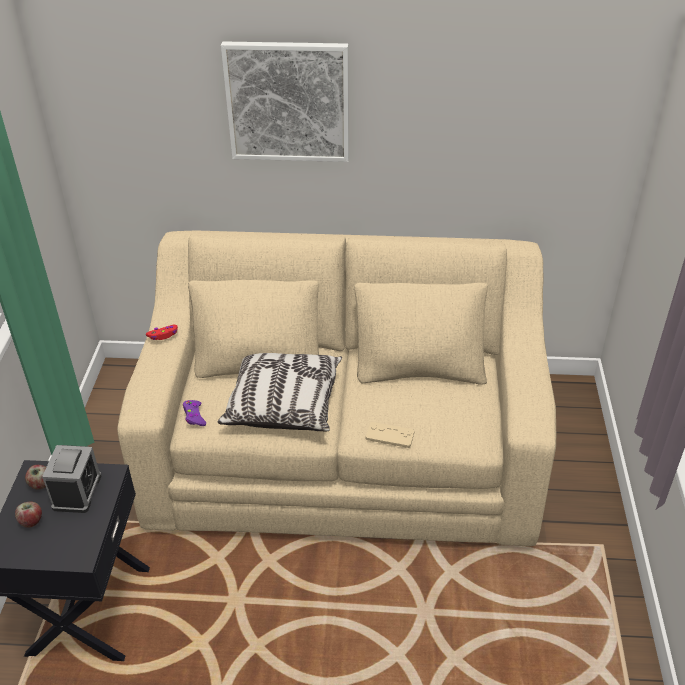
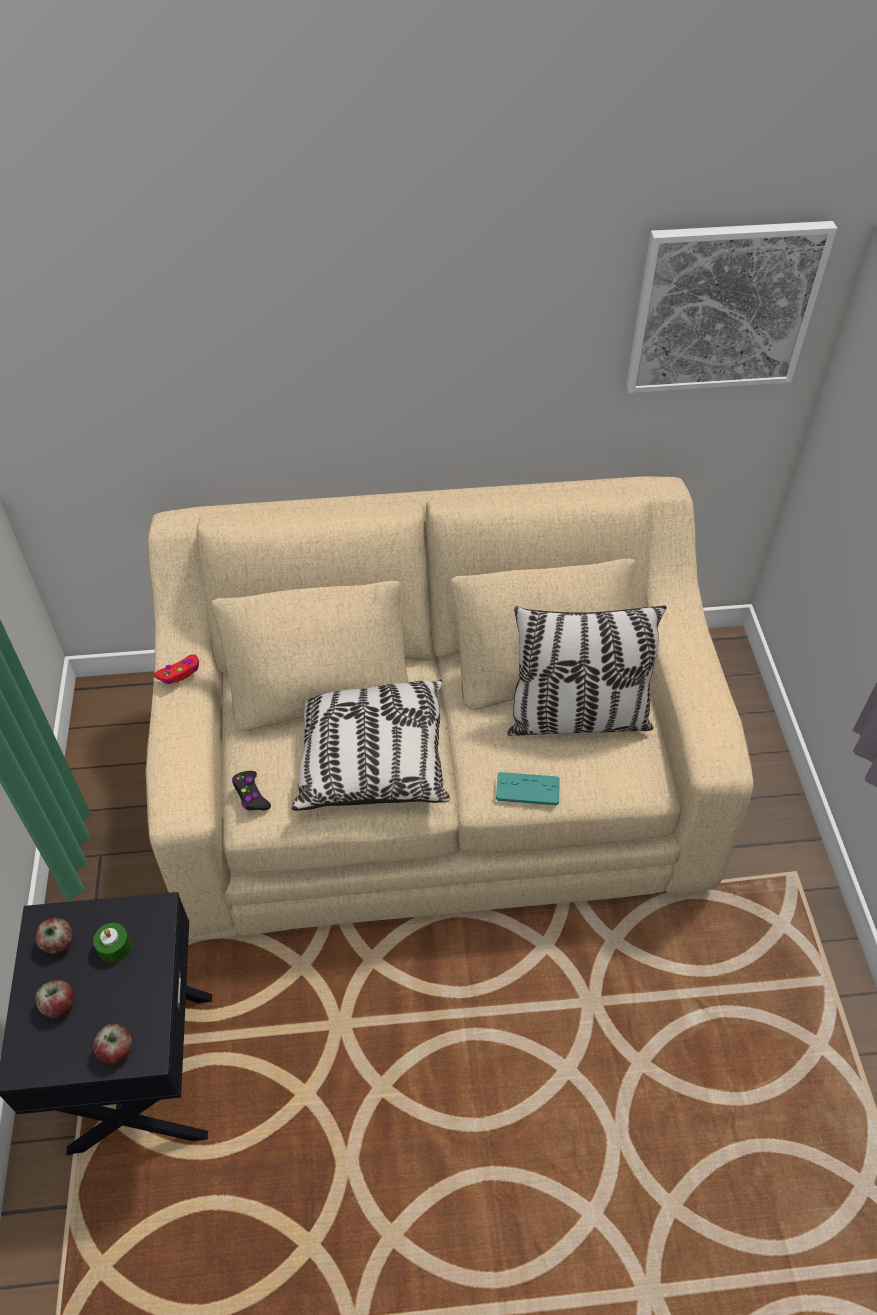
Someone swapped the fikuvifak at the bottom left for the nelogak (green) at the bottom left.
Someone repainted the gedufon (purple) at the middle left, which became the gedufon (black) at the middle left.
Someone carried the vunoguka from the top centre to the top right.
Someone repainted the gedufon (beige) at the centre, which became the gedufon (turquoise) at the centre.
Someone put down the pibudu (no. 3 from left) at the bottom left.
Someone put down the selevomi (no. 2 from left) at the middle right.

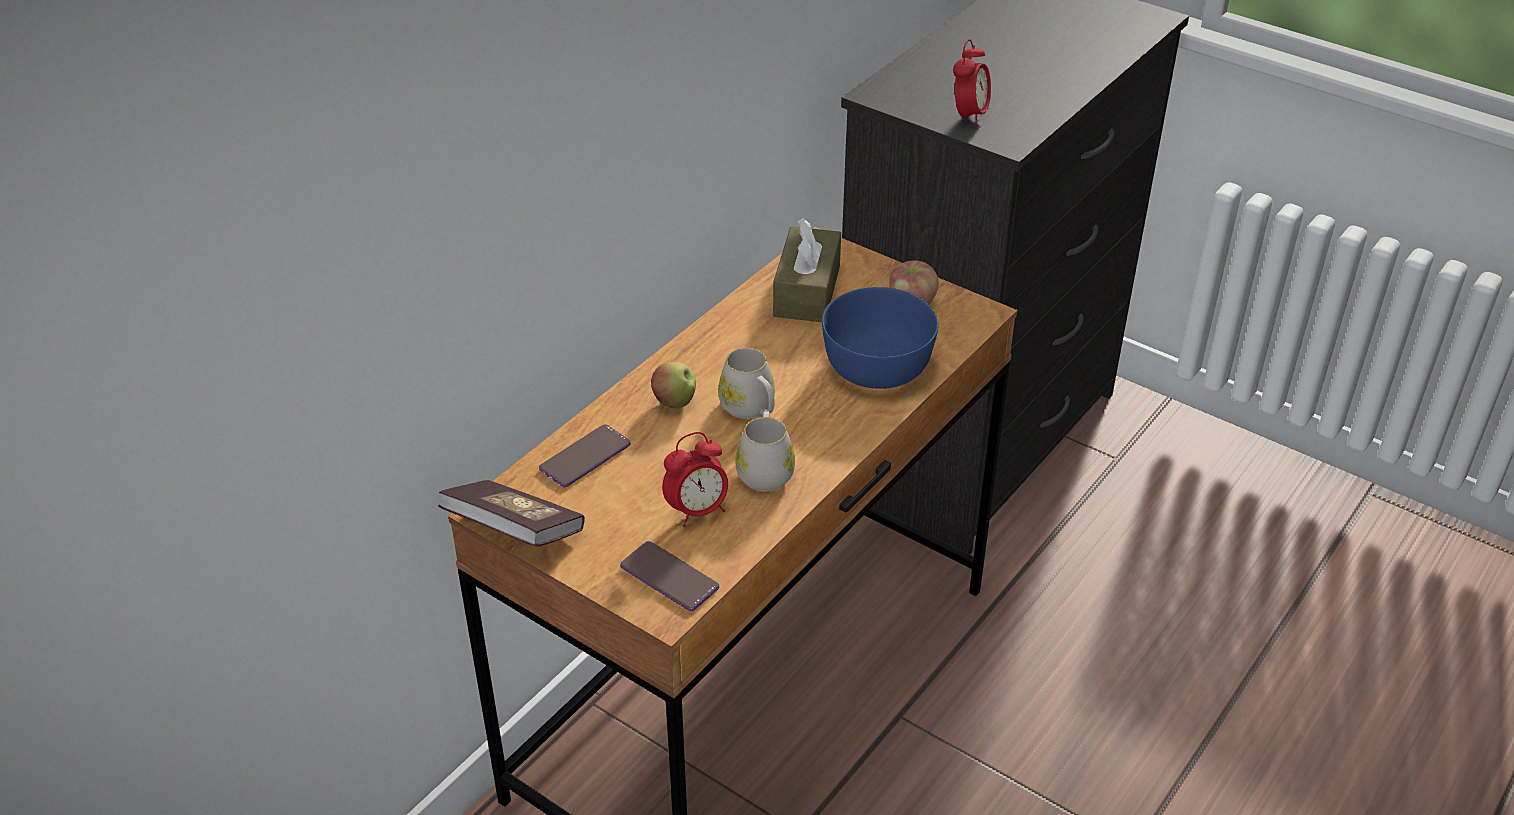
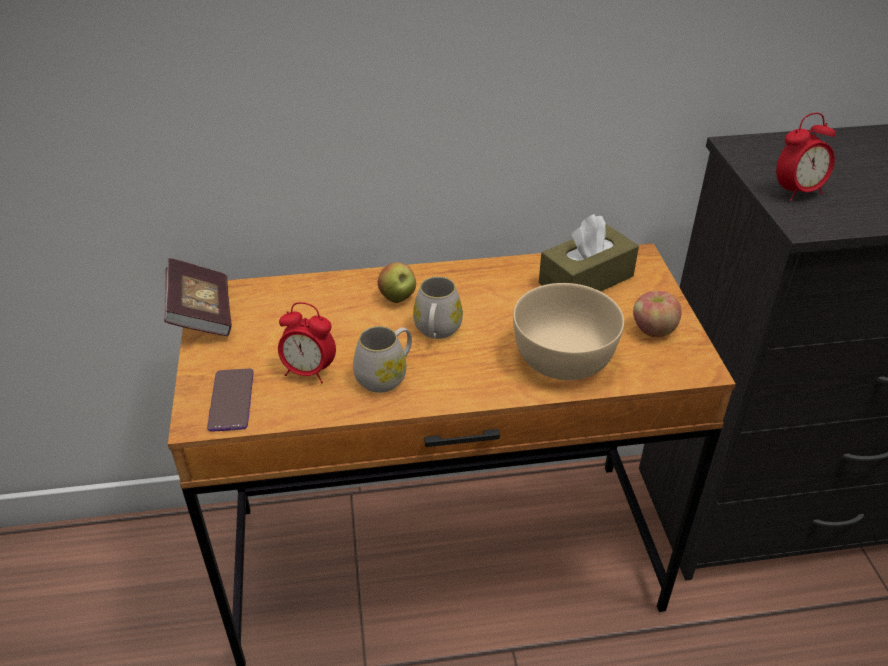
Someone took away the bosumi (no. 1 from left) at the centre.
Someone repainted the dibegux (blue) at the centre, which became the dibegux (beige) at the centre.

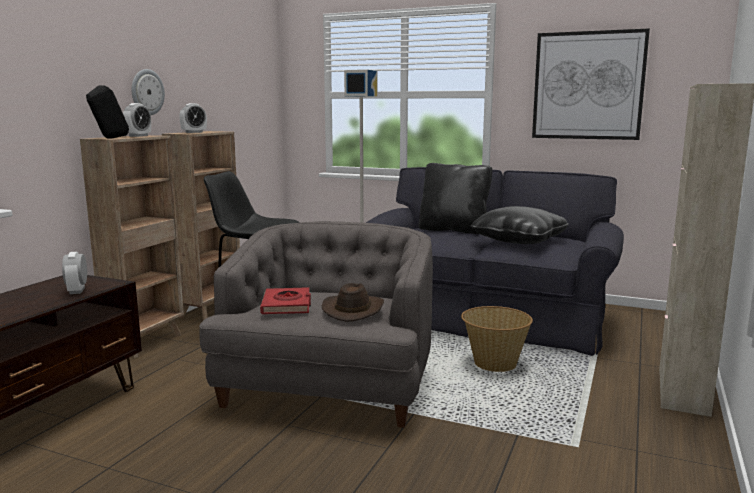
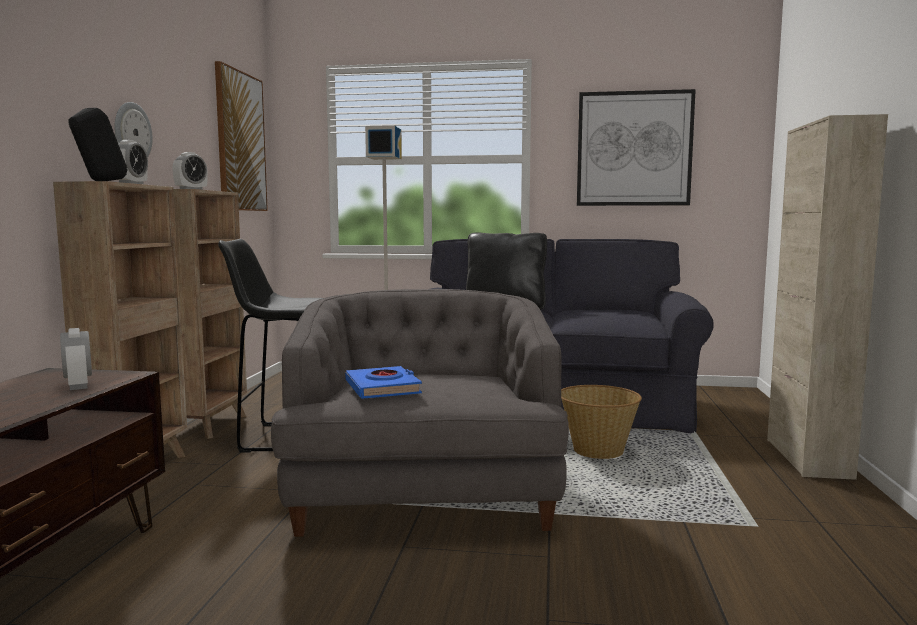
Someone repainted the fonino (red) at the centre, which became the fonino (blue) at the centre.
Someone took away the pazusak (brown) at the centre.
Someone took away the selevomi (black) (no. 2 from left) at the middle right.
Someone put up the vunoguka (no. 1 from left) at the top left.

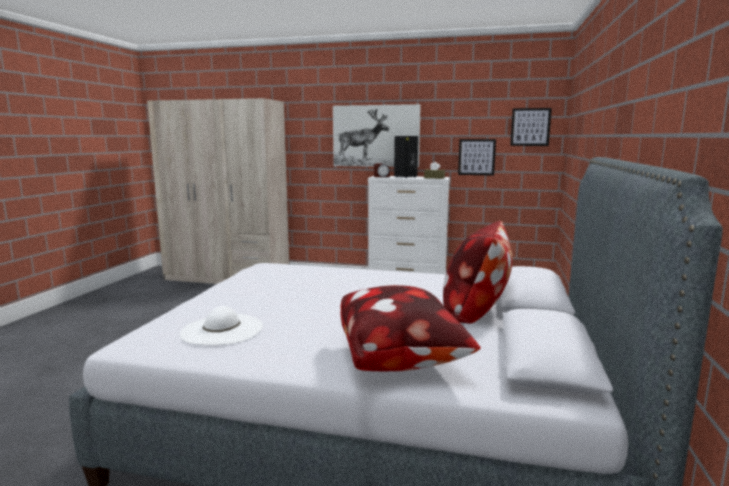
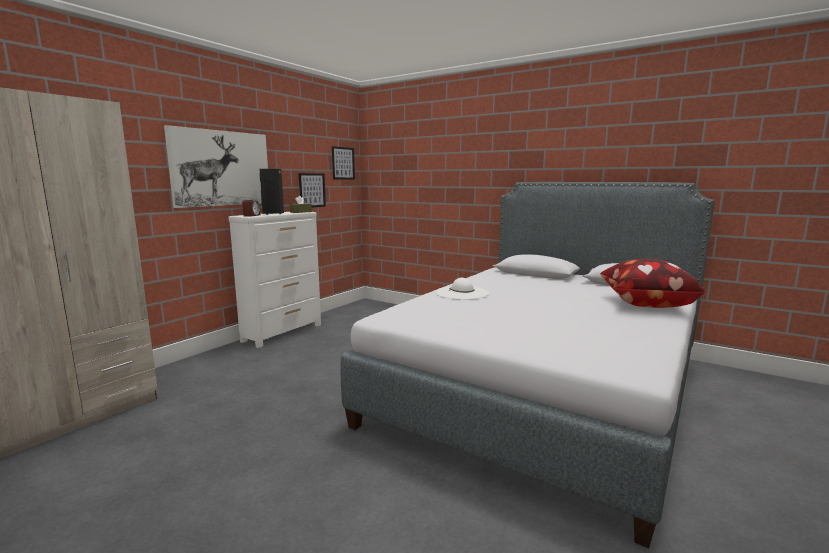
Someone carried the pazusak (white) from the bottom left to the centre.
Someone took away the selevomi (no. 2 from left) at the centre.

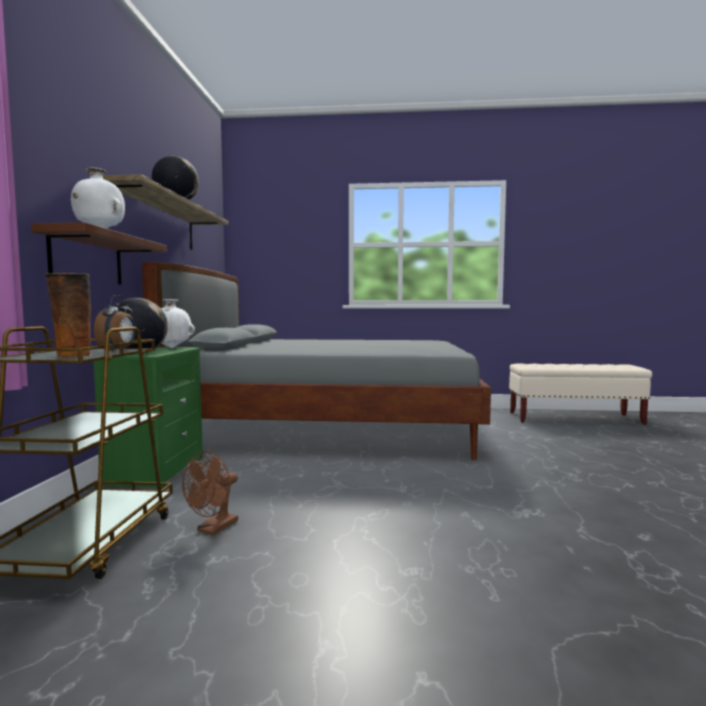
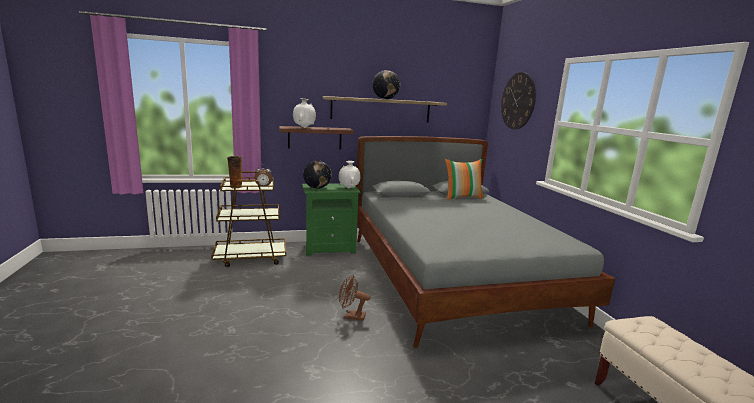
Someone carried the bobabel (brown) from the bottom left to the bottom centre.
Someone put down the selevomi at the centre.
Someone put up the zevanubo at the top right.

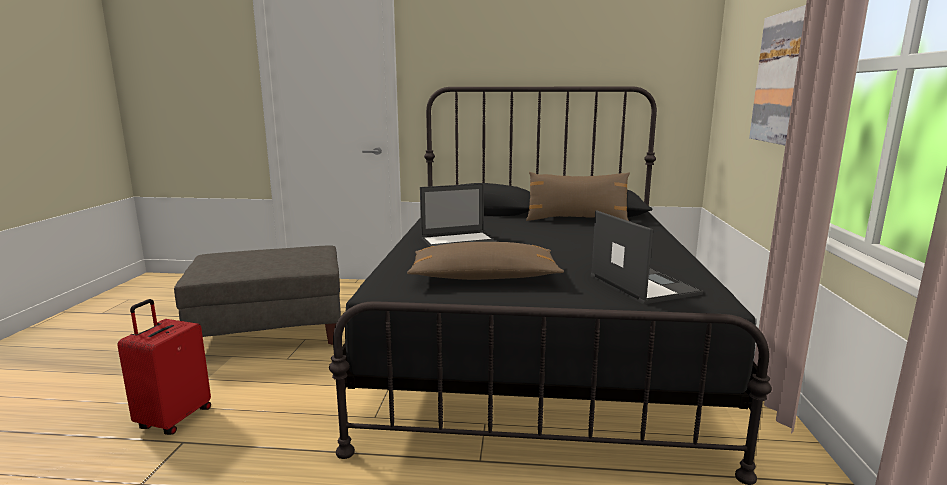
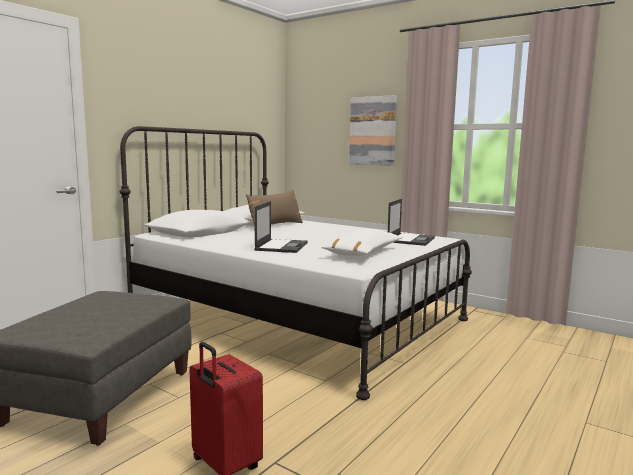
Someone repainted the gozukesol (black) at the centre, which became the gozukesol (white) at the centre.
Someone repainted the selevomi (brown) (no. 1 from left) at the centre, which became the selevomi (white) at the centre.
Someone rotated the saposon (no. 2 from left) at the middle right by 105 degrees clockwise.

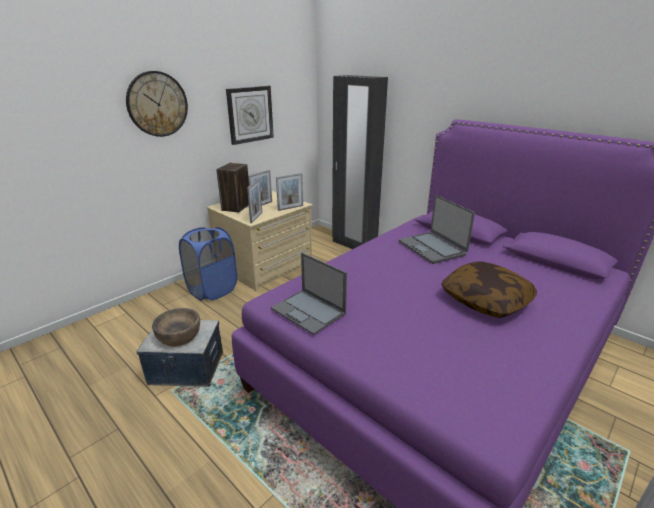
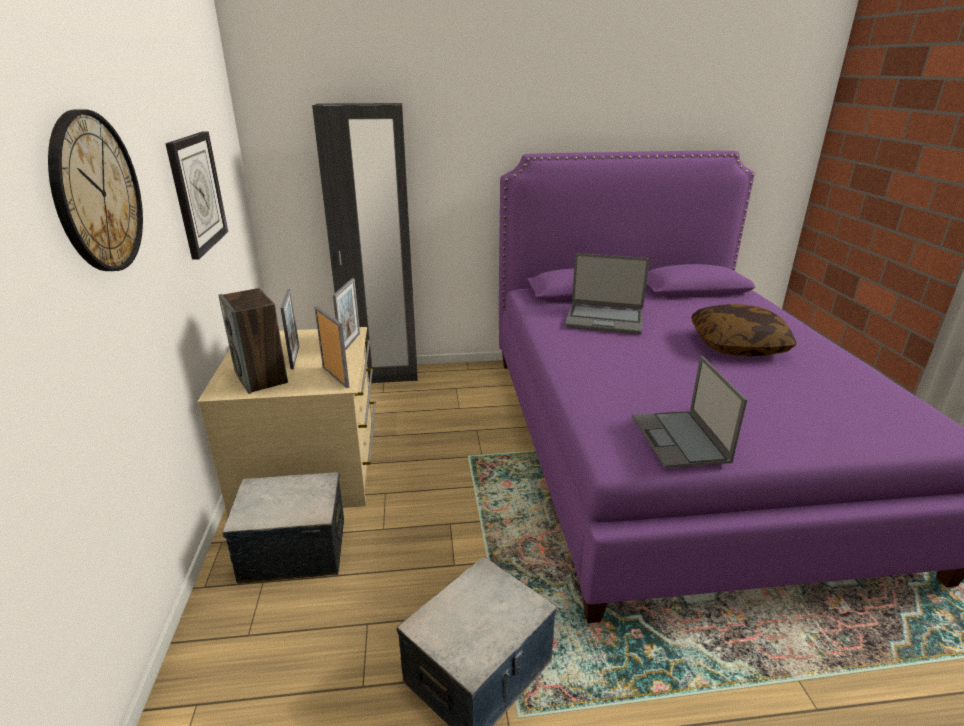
Someone took away the dibegux (brown) at the middle left.
Someone swapped the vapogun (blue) at the middle left for the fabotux (no. 1 from left) at the bottom left.
Someone rotated the saposon (no. 1 from left in the first image) at the centre by 90 degrees clockwise.

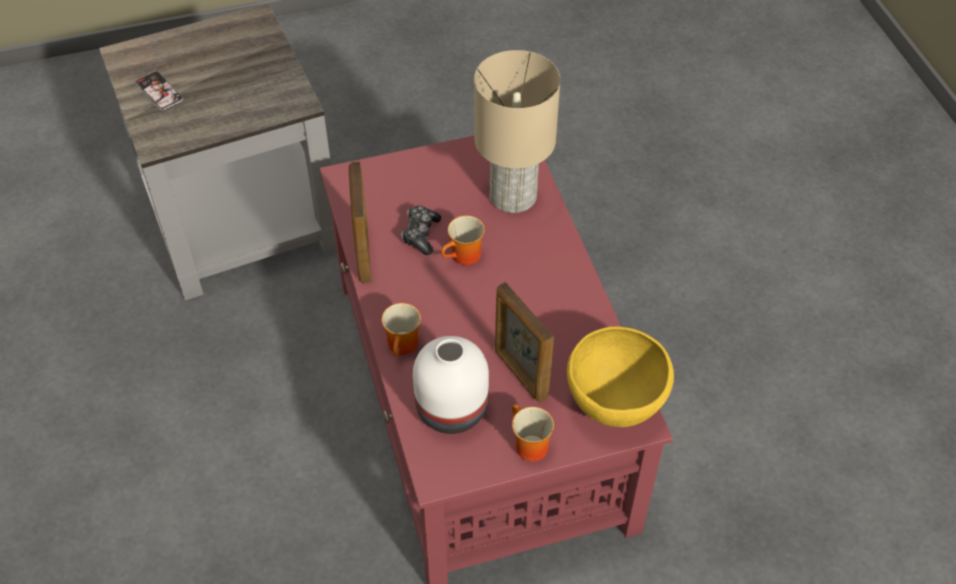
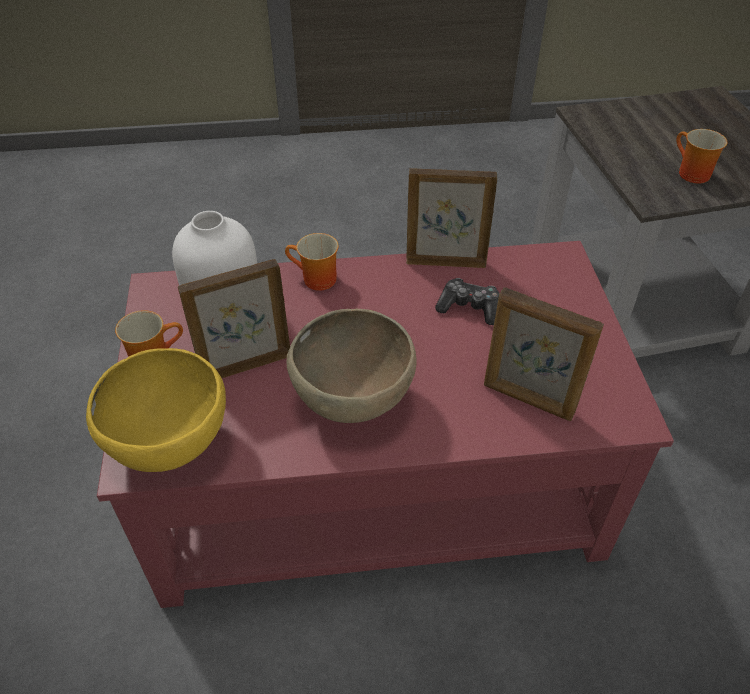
Someone took away the bosumi at the top left.
Someone carried the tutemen (no. 2 from left in the first image) from the centre to the top right.
Someone swapped the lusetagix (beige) at the top centre for the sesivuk (no. 3 from left) at the middle right.
Someone put down the dibegux (brown) at the centre.

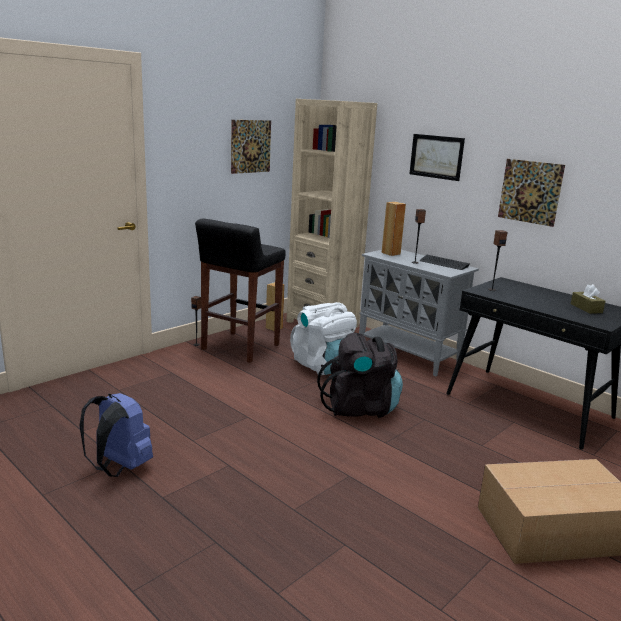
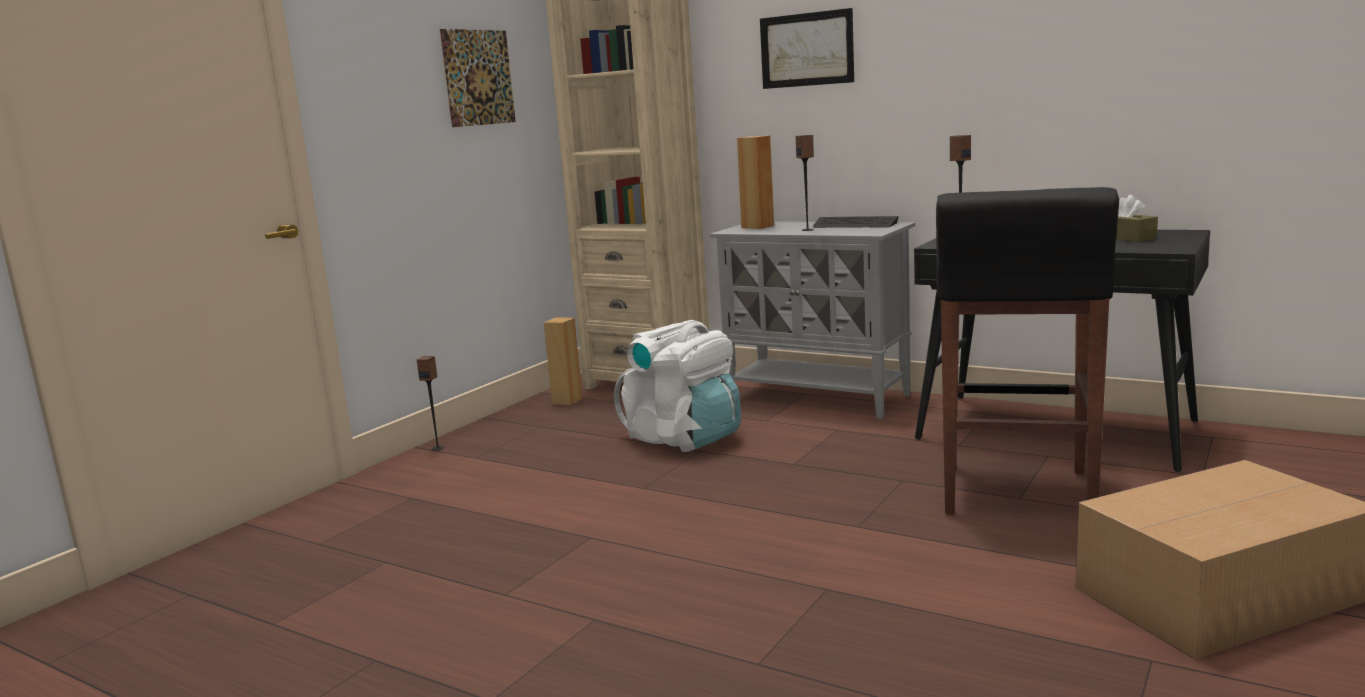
Someone took away the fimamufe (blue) at the bottom left.
Someone carried the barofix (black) from the centre to the middle right.
Someone took away the fimamufe (black) at the centre.
Someone took away the vunoguka (no. 3 from left) at the top right.

